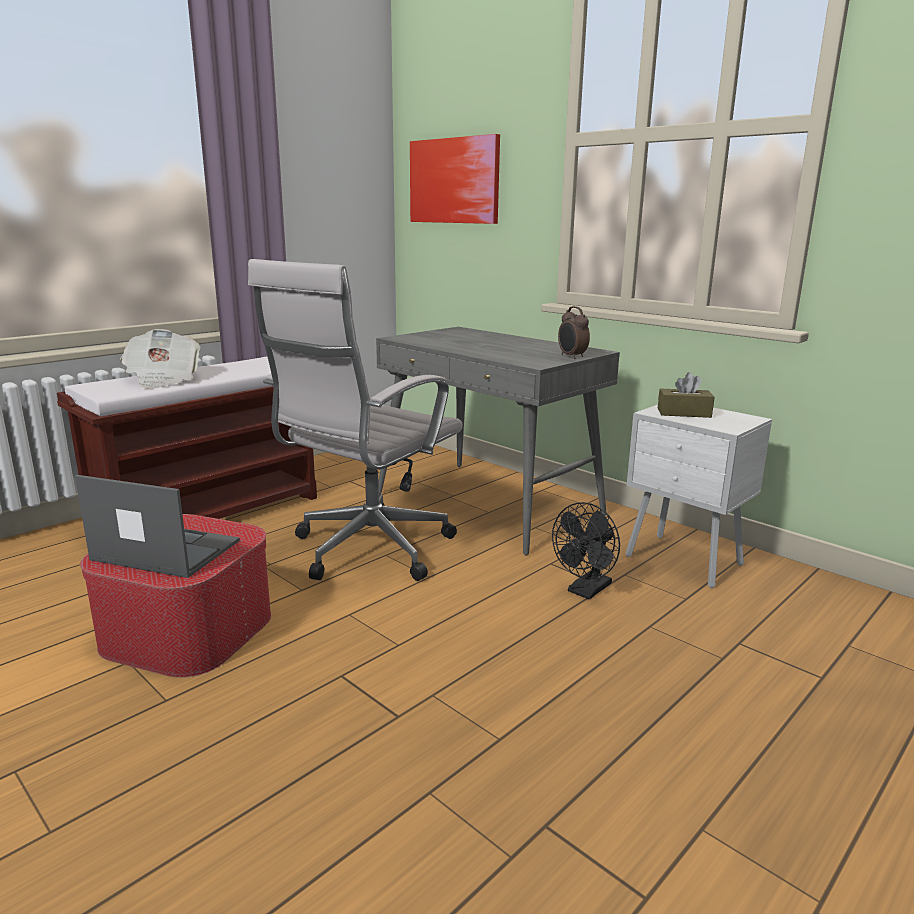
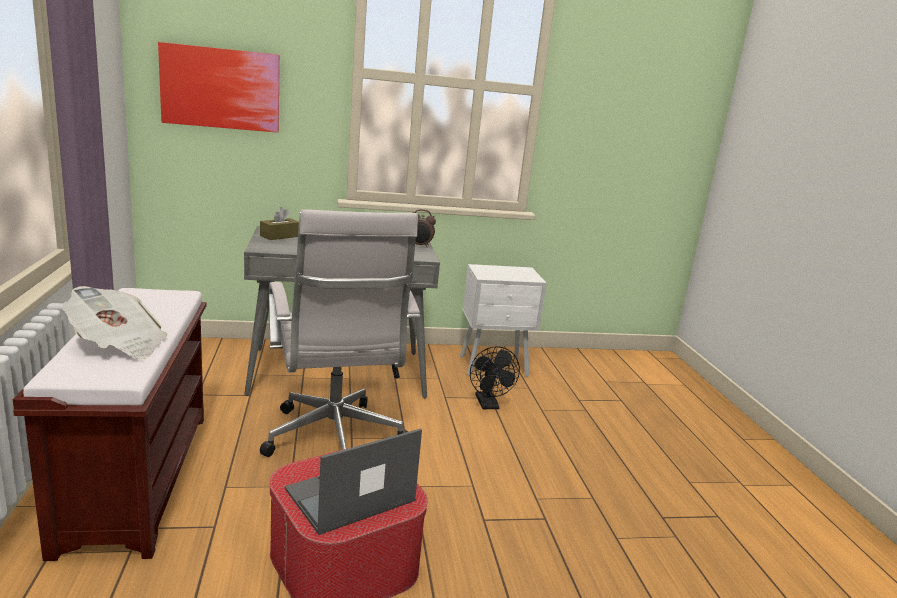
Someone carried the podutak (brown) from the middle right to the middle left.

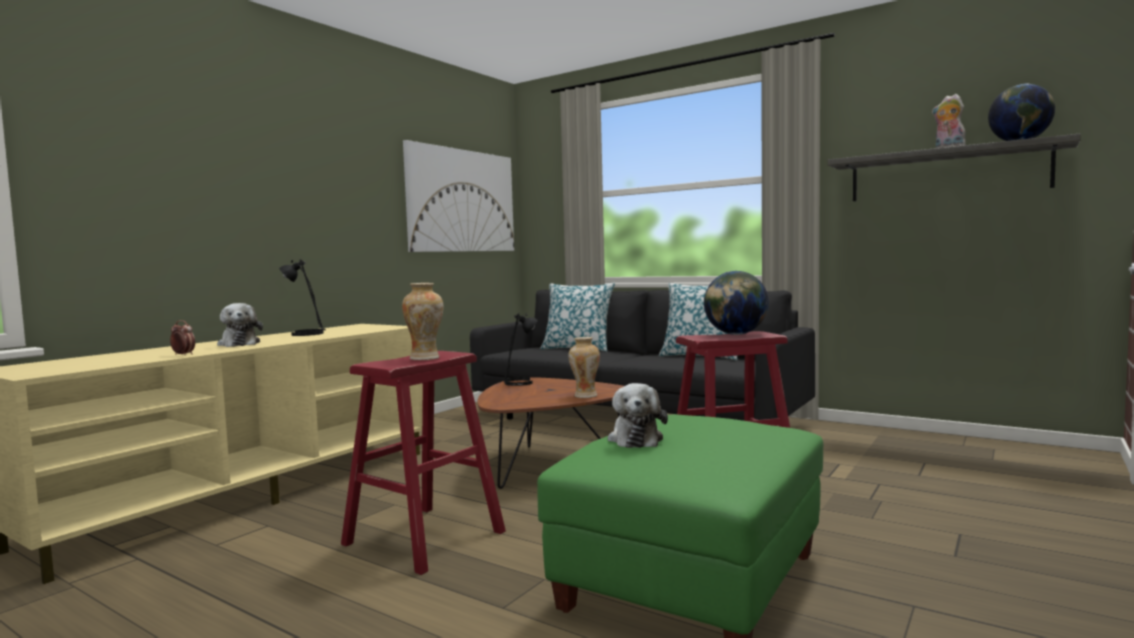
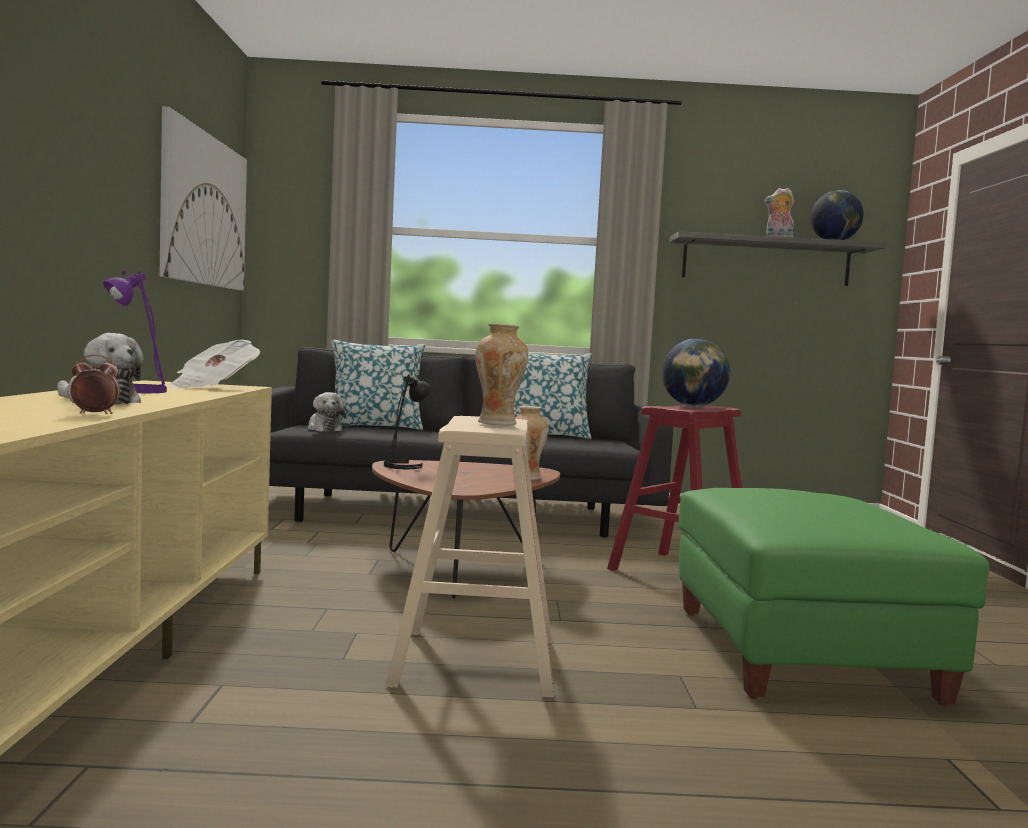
Someone repainted the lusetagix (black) (no. 1 from left) at the middle left, which became the lusetagix (purple) at the middle left.
Someone repainted the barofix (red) (no. 1 from left) at the bottom centre, which became the barofix (beige) at the bottom centre.
Someone carried the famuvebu (no. 2 from left) from the centre to the middle left.
Someone put down the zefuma at the middle left.

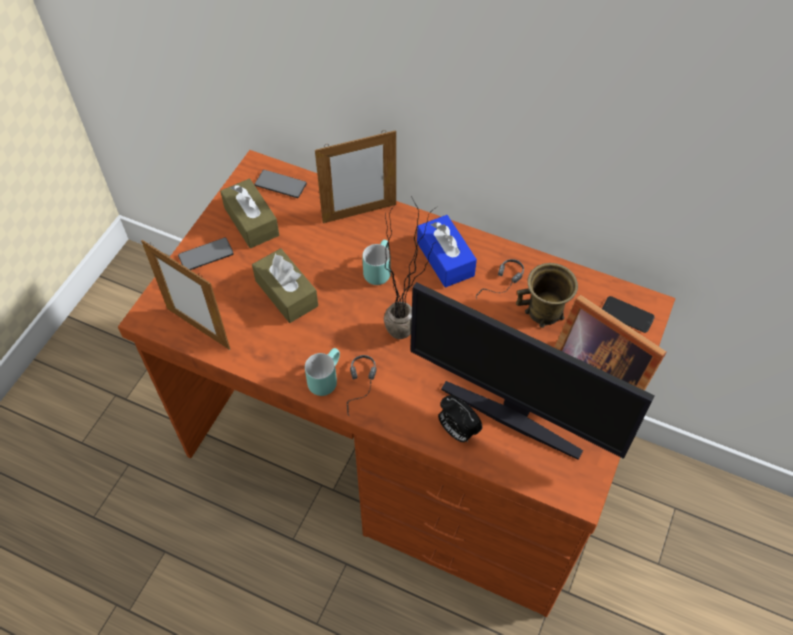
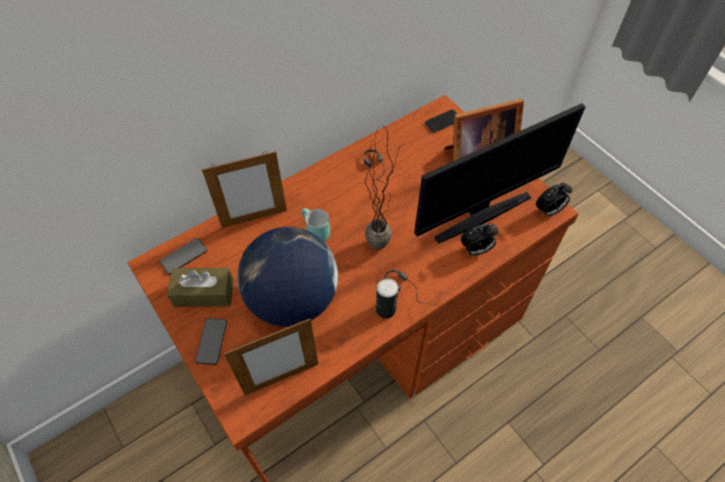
Someone swapped the podutak (brown) (no. 2 from left) at the centre for the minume at the centre.
Someone swapped the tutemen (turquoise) (no. 1 from left) at the centre for the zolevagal at the centre.
Someone rotated the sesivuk (no. 2 from left in the first image) at the top centre by 60 degrees clockwise.
Someone took away the podutak (blue) at the centre.
Someone took away the tutemen (brown) at the middle right.
Someone put down the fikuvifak (no. 2 from left) at the middle right.

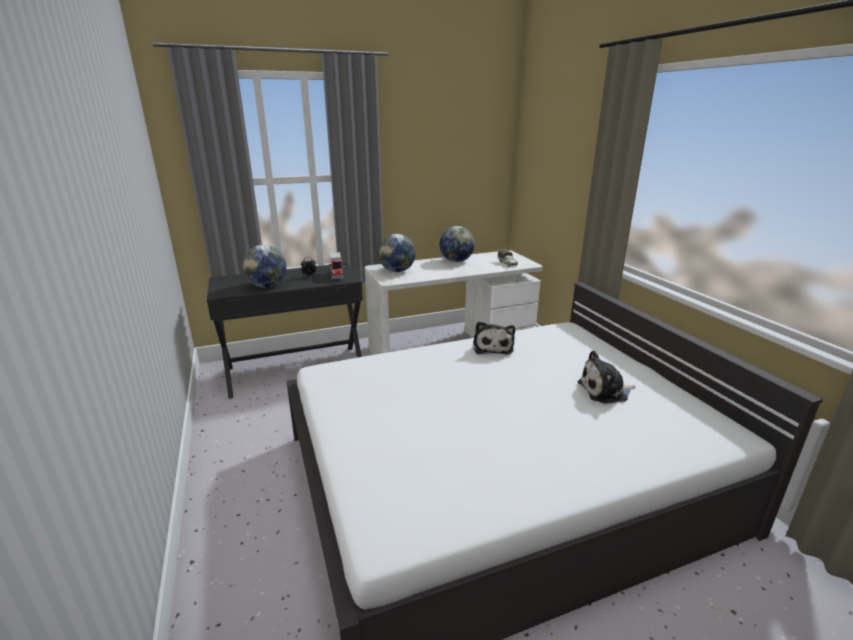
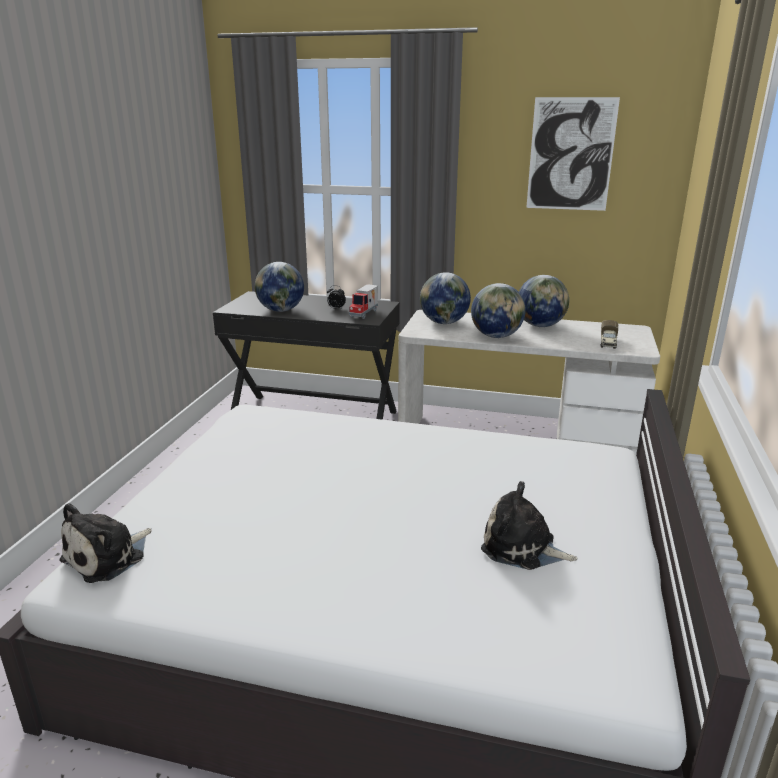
Someone carried the famuvebu (no. 1 from left) from the centre to the bottom left.
Someone put down the minume (no. 3 from left) at the centre.
Someone put up the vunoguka at the top right.

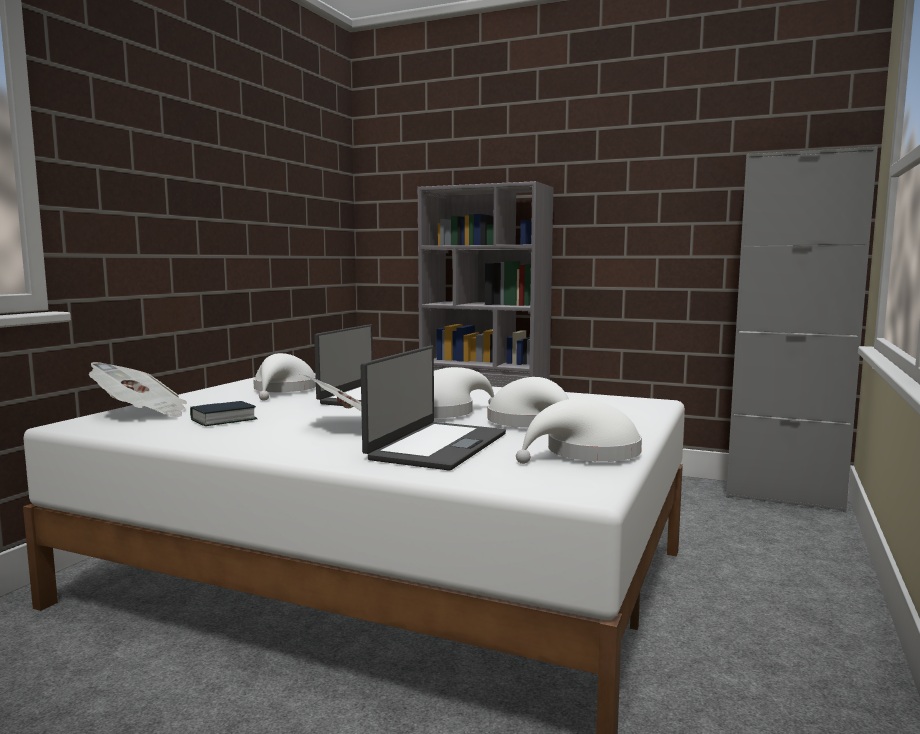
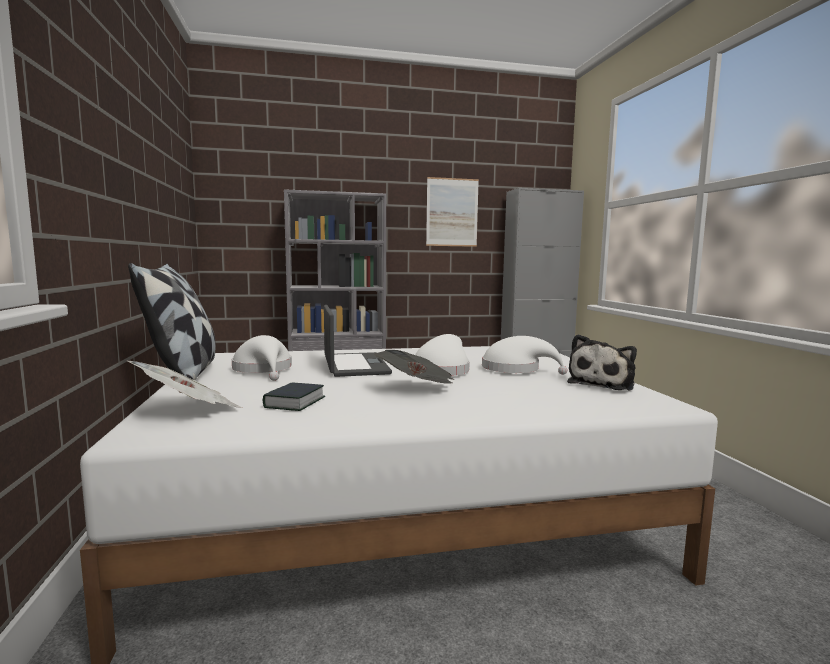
Someone took away the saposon (no. 2 from left) at the centre.
Someone swapped the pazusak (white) (no. 4 from left) at the centre for the famuvebu at the middle right.
Someone put down the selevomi at the middle left.
Someone put up the vunoguka at the top centre.

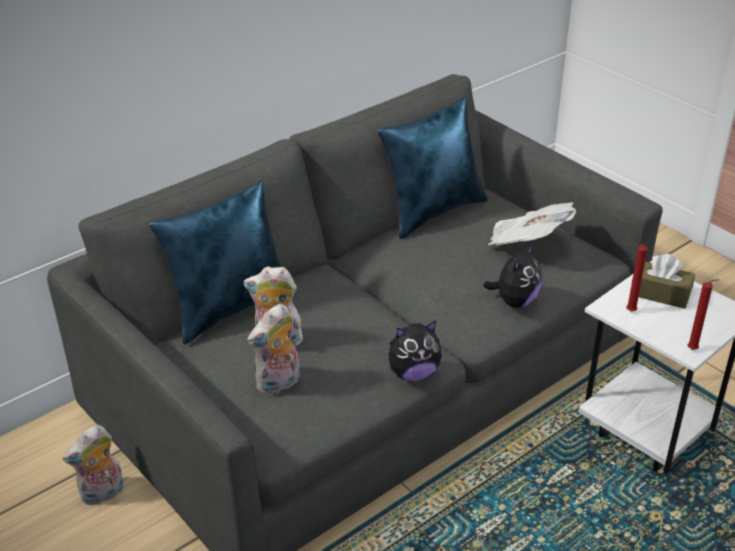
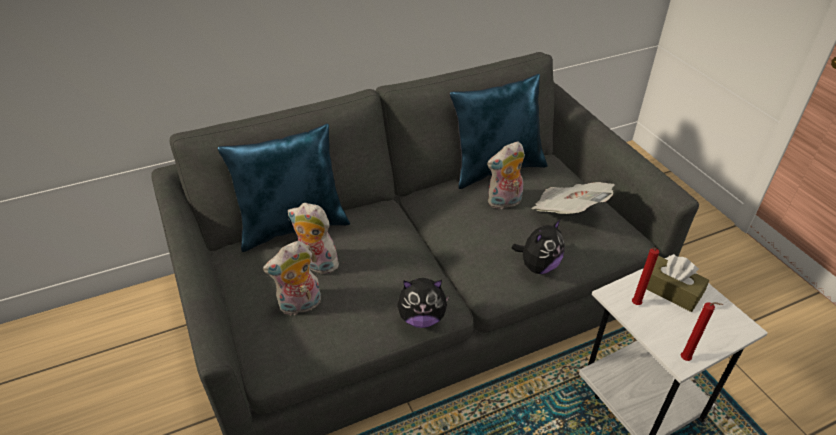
Someone carried the famuvebu (no. 1 from left in the first image) from the bottom left to the centre.

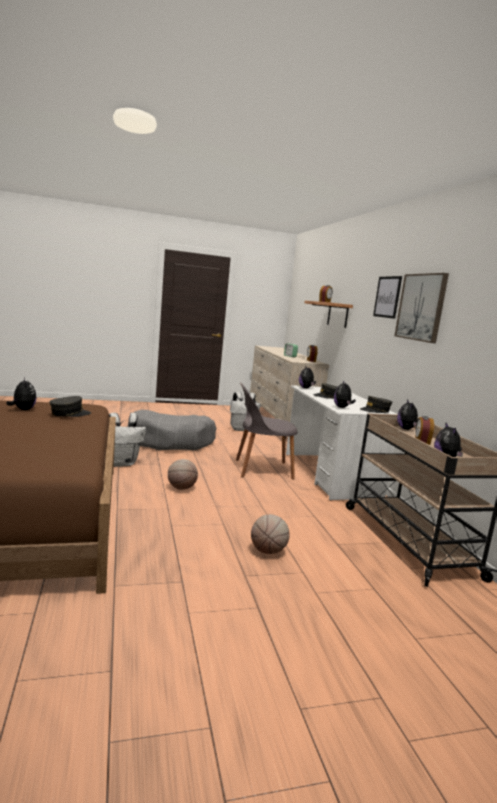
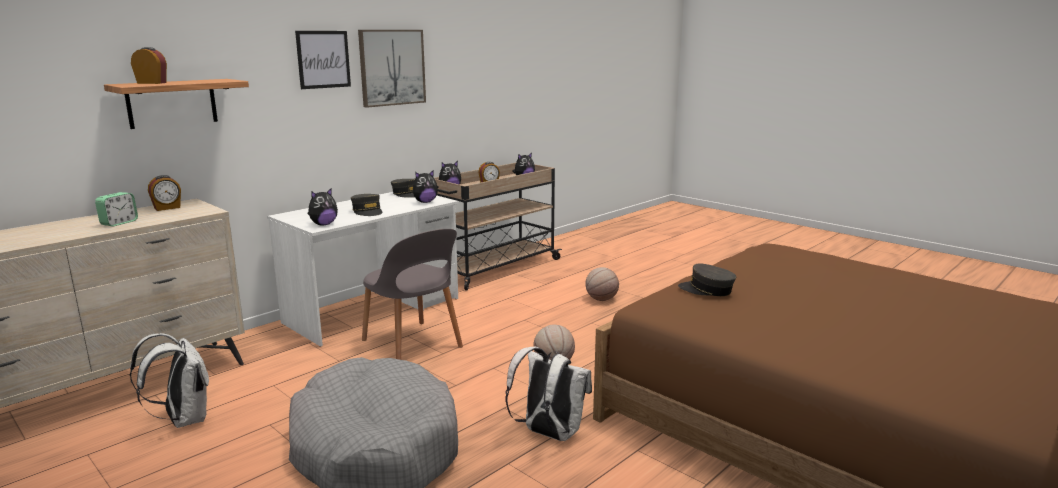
Someone took away the famuvebu (no. 1 from left) at the middle left.

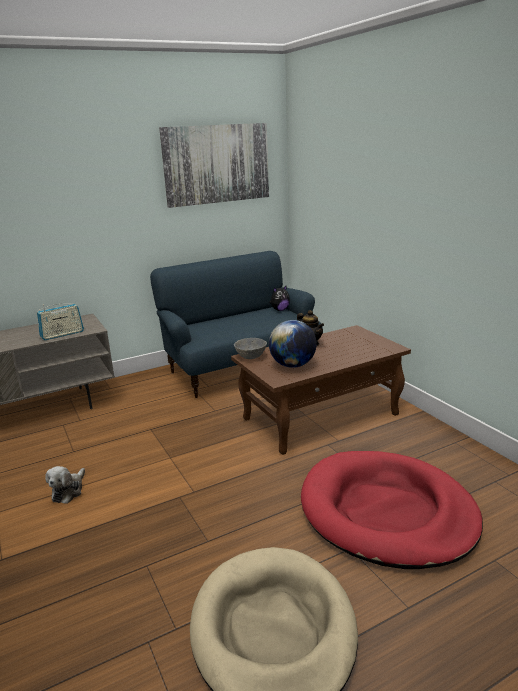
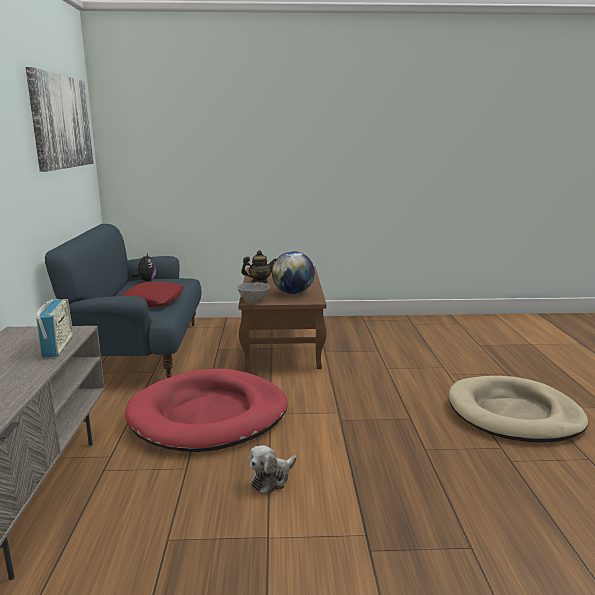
Someone rotated the famuvebu (no. 1 from left in the first image) at the bottom left by 90 degrees clockwise.
Someone carried the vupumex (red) from the bottom right to the bottom centre.
Someone put down the selevomi (red) at the middle left.

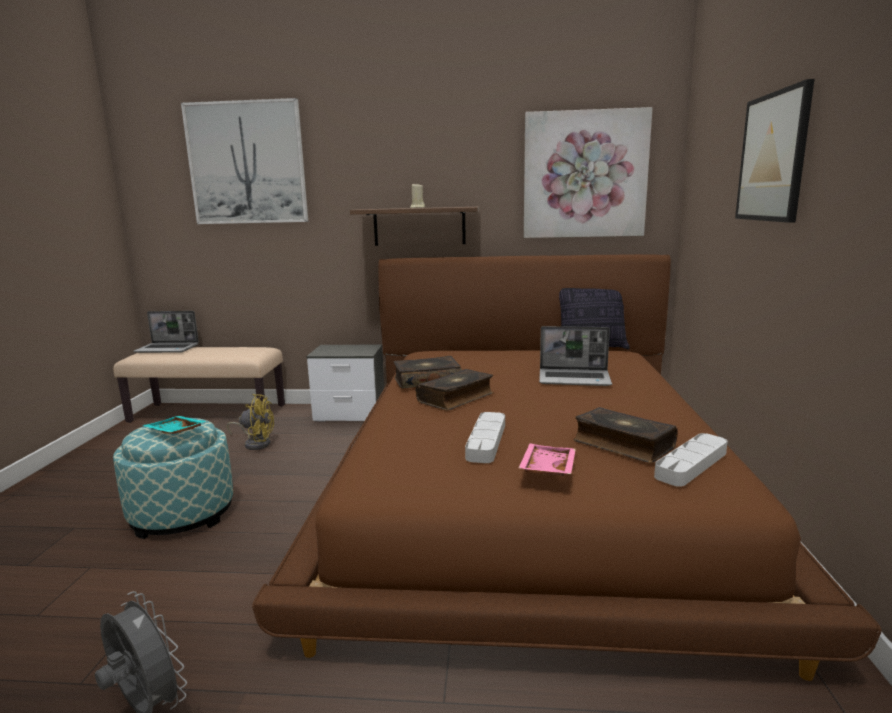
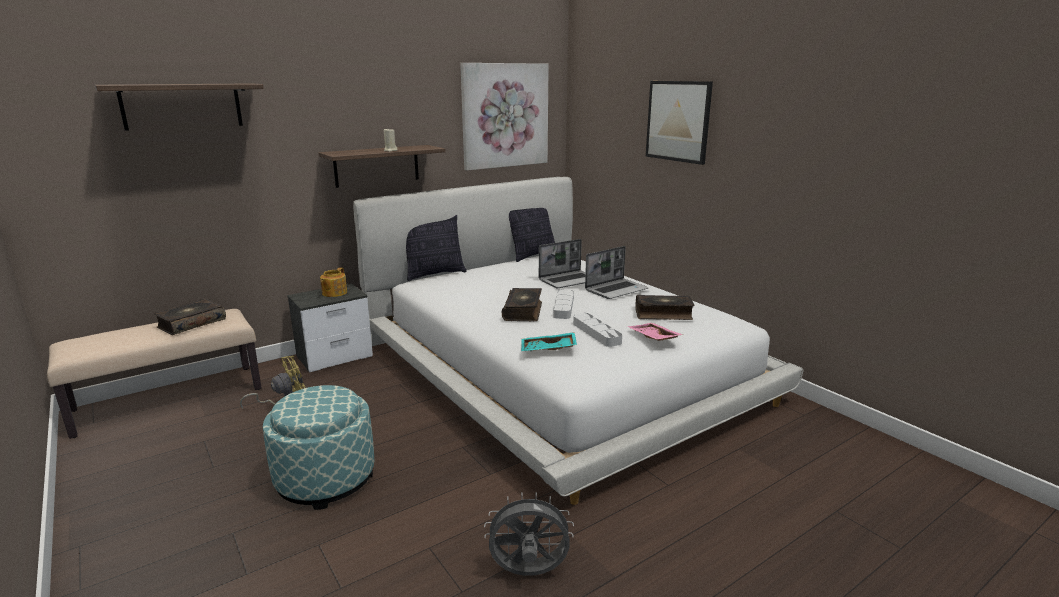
Someone carried the saposon (no. 1 from left in the first image) from the middle left to the centre.
Someone carried the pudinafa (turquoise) from the middle left to the centre.
Someone swapped the vunoguka (no. 1 from left) at the top left for the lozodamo (no. 1 from left) at the top left.
Someone repainted the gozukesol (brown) at the centre, which became the gozukesol (white) at the centre.
Someone carried the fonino (no. 1 from left) from the centre to the middle left.
Someone carried the pudinafa (grey) (no. 2 from left in the first image) from the middle right to the centre.
Someone put down the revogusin at the middle left.
Someone put down the selevomi (no. 1 from left) at the centre.

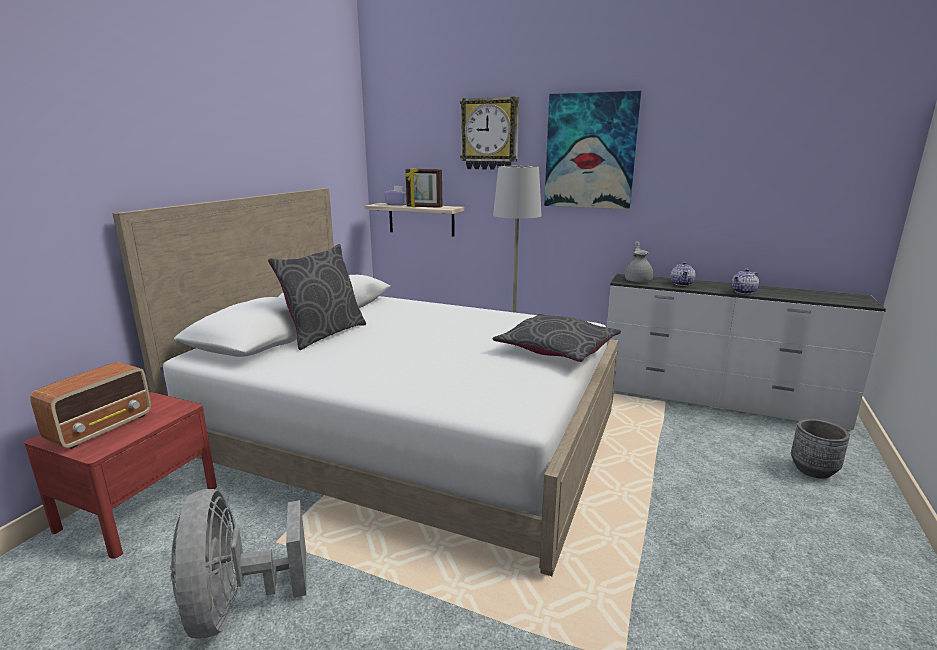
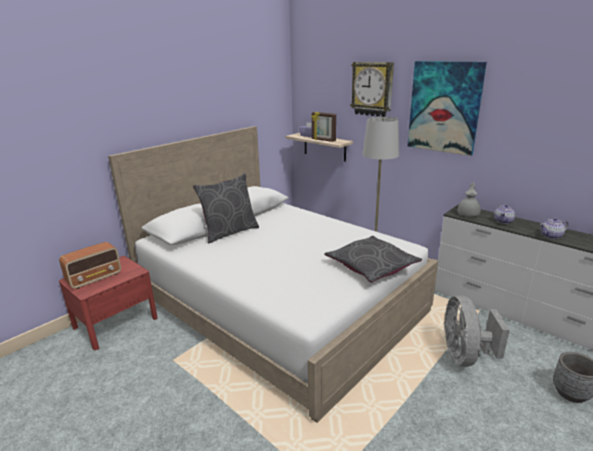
Someone carried the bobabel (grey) from the bottom left to the bottom right.

